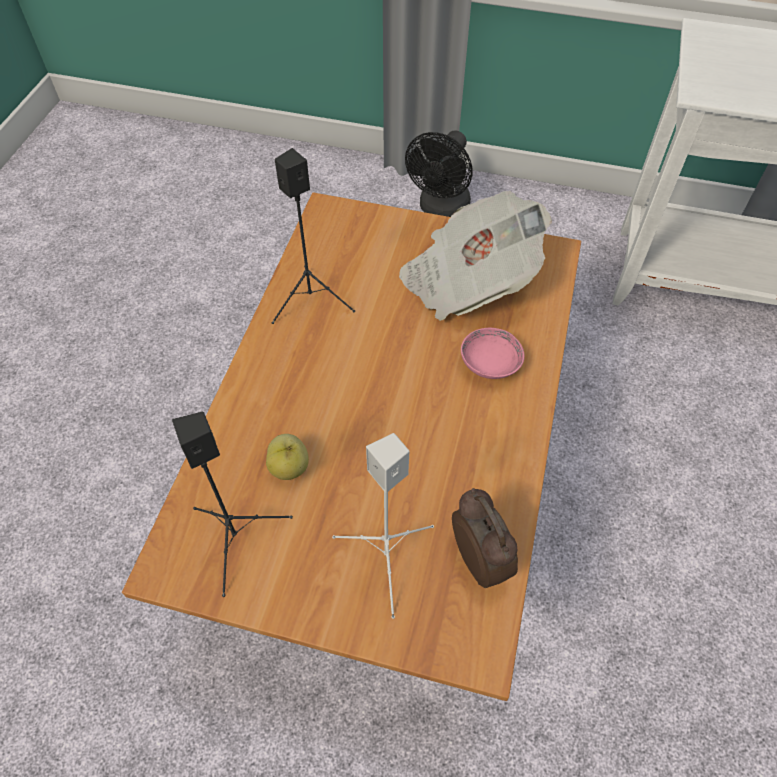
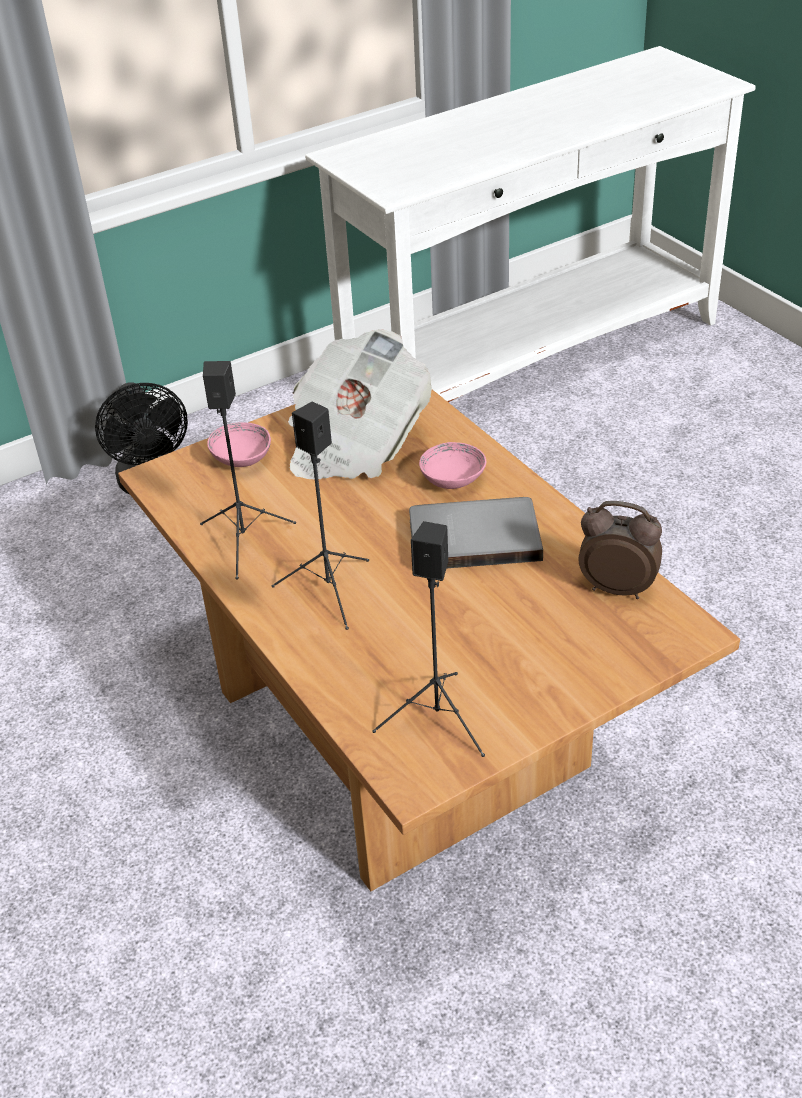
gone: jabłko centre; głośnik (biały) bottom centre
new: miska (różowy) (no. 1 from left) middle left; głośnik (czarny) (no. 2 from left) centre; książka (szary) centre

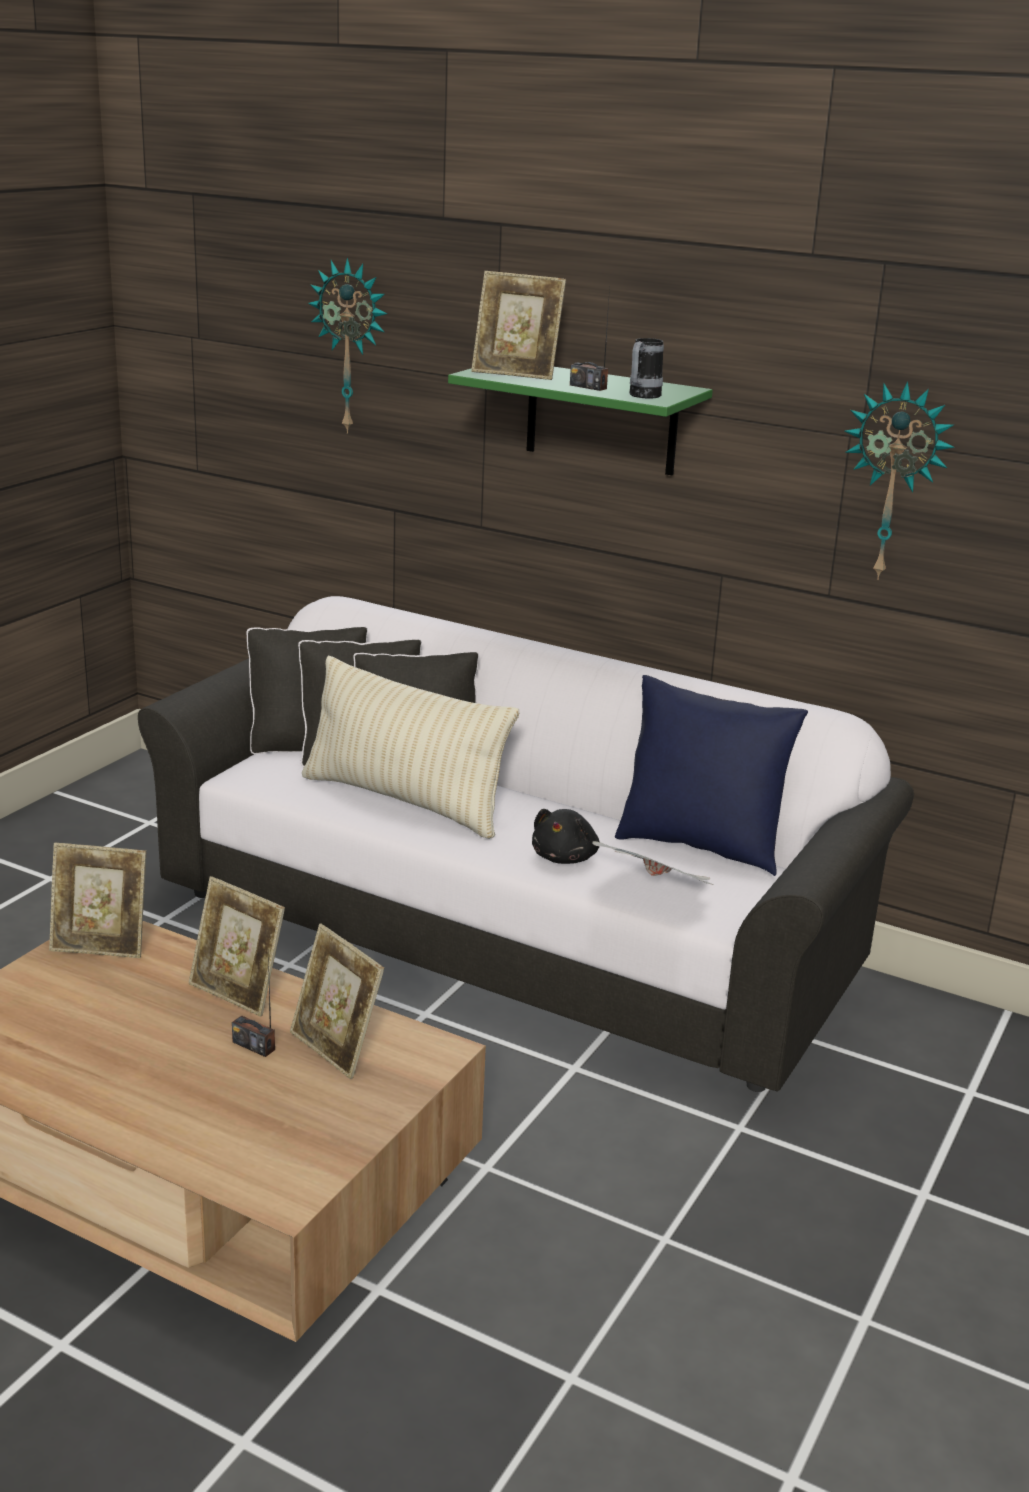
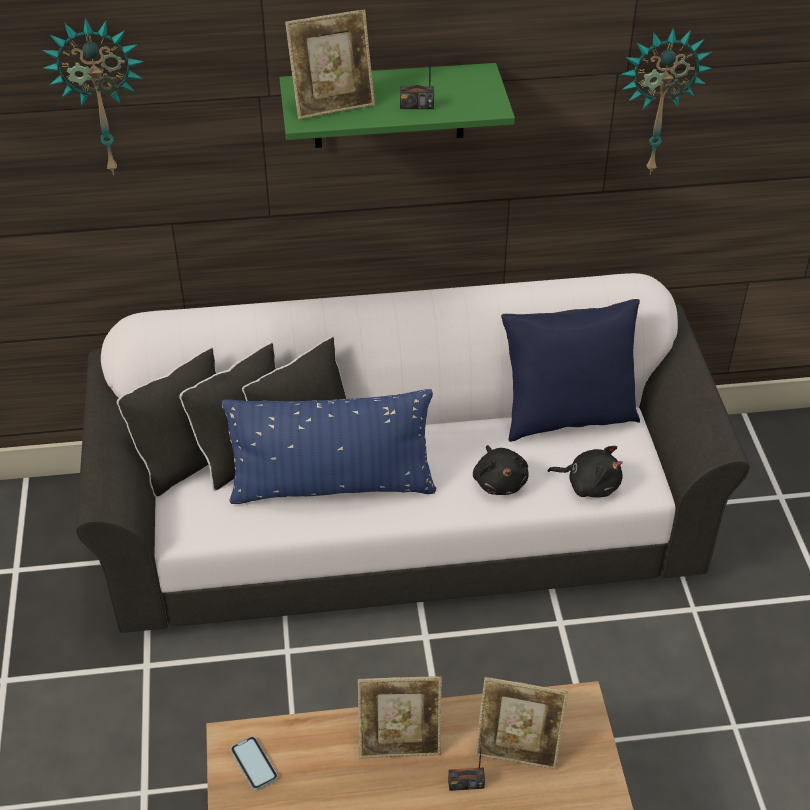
gone: kubek top centre
swapped: ramka na zdjęcie (no. 1 from left) middle left to telefon bottom left; gazeta centre to pluszak (czarny) (no. 2 from left) middle right
repainted: poduszka (beżowy) centre to poduszka (niebieski) (no. 1 from left) centre

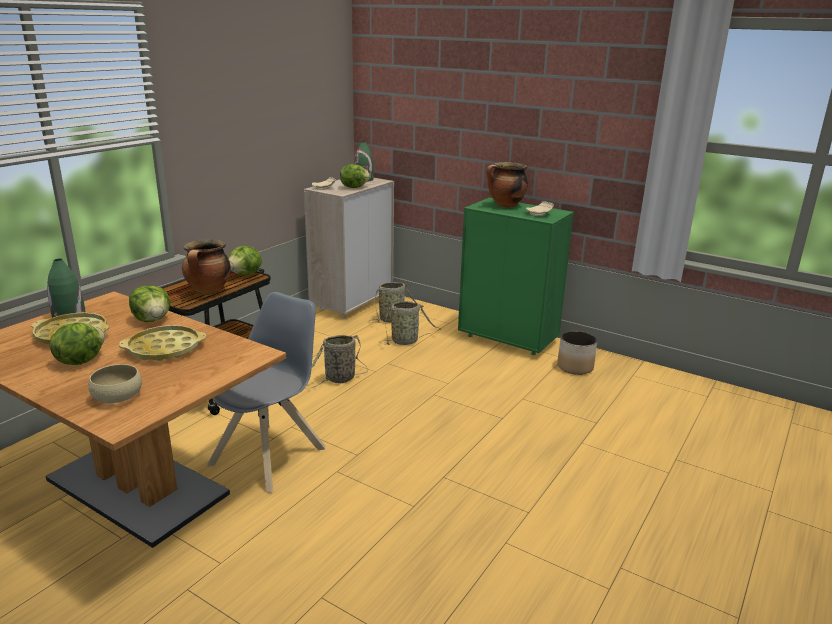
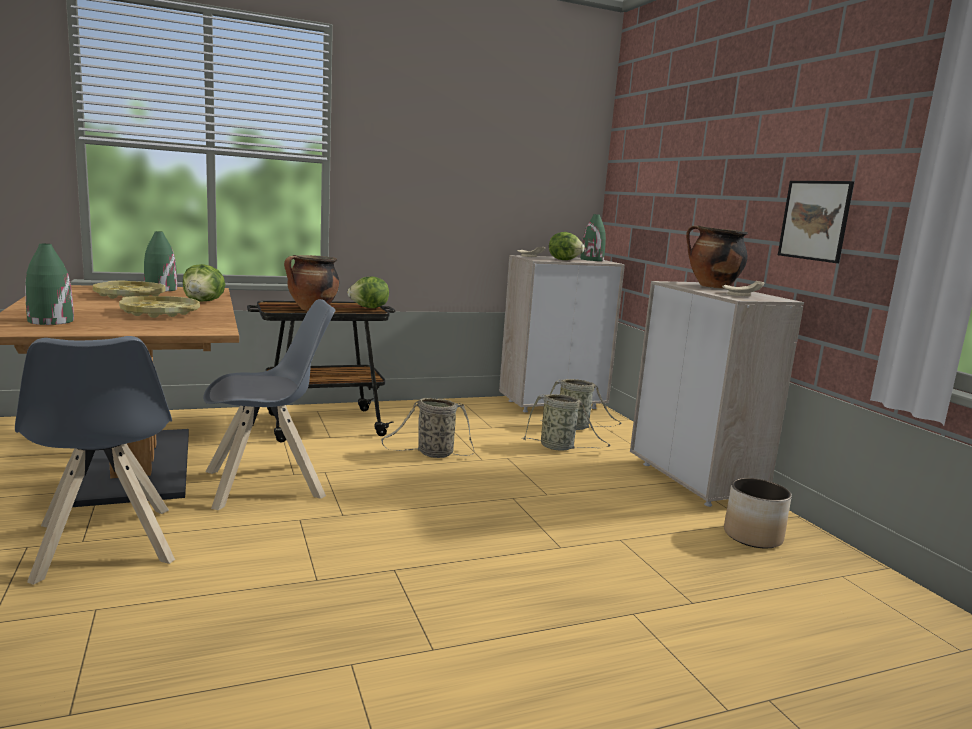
gone: sałata (no. 1 from left) middle left
new: krzesło (szary) (no. 1 from left) middle left; obraz top right
swapped: miska (beżowy) middle left to wazon (zielony) (no. 1 from left) middle left
repainted: szafka (zielony) centre to szafka (beżowy) (no. 2 from left) middle right

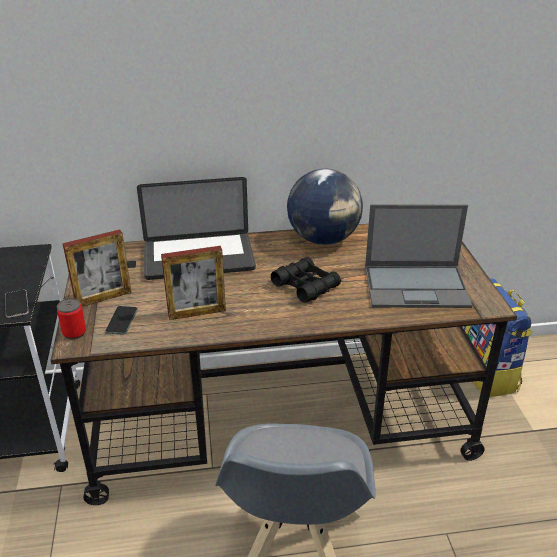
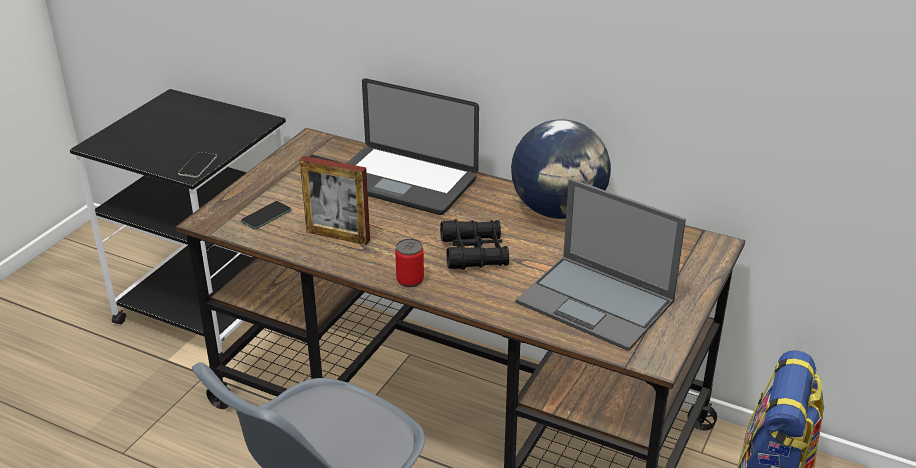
gone: ramka na zdjęcie (no. 1 from left) middle left
shifted: puszka middle left to centre

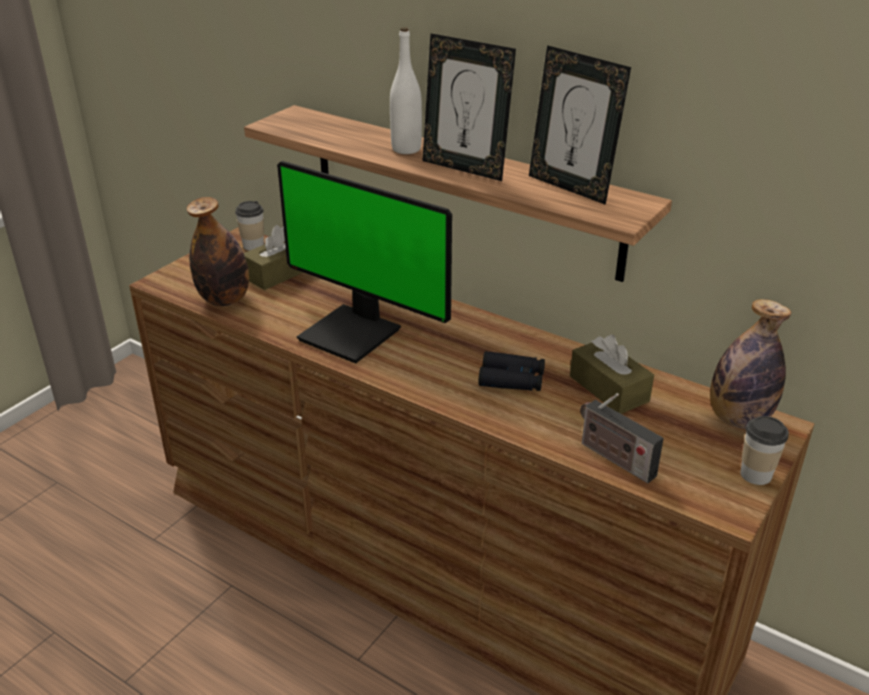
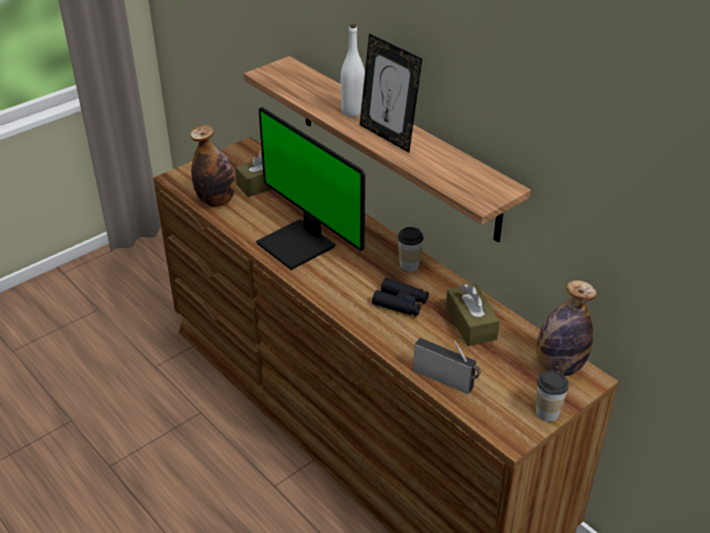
gone: ramka na zdjęcie (no. 2 from left) top right
shifted: filiżanka (no. 1 from left) top left to centre
rotated: radio middle right = bottom centre 150 degrees clockwise

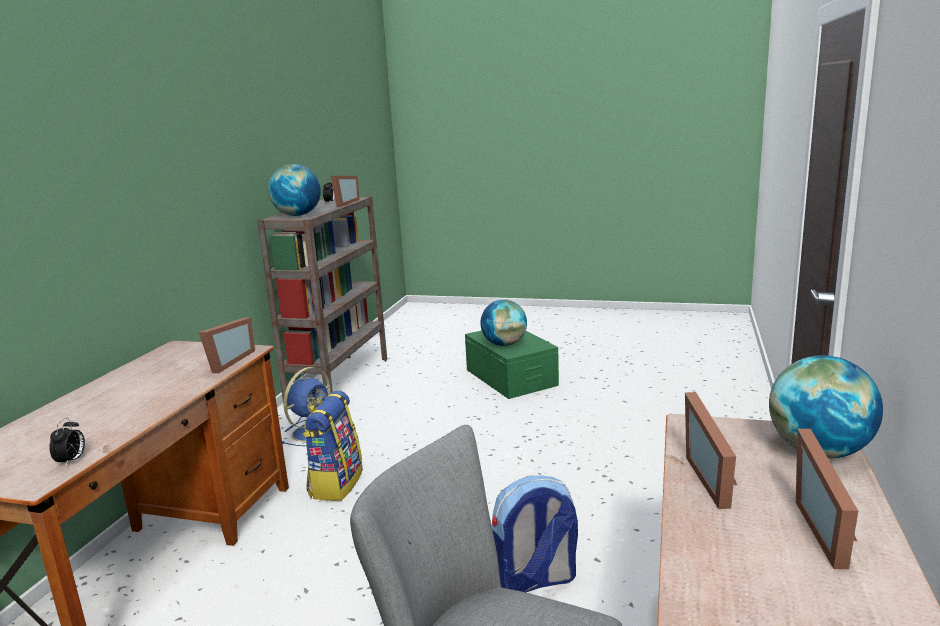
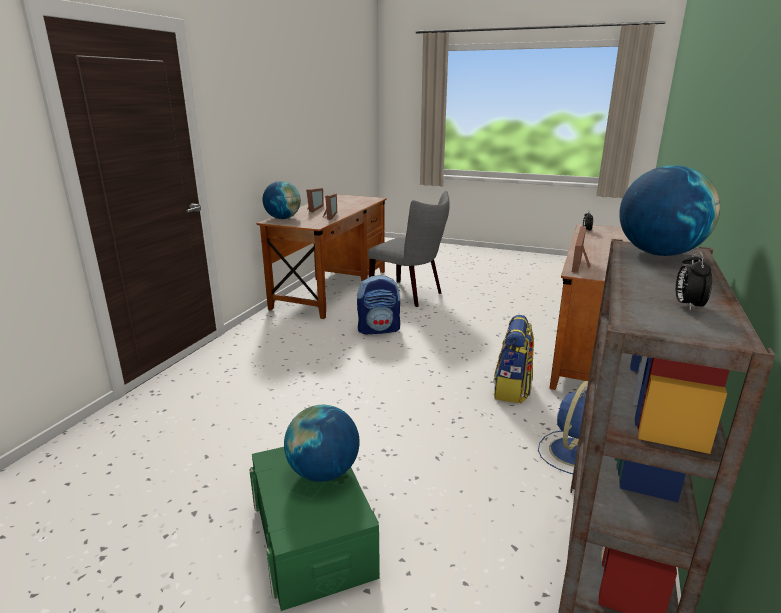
gone: ramka na zdjęcie (no. 2 from left) top centre

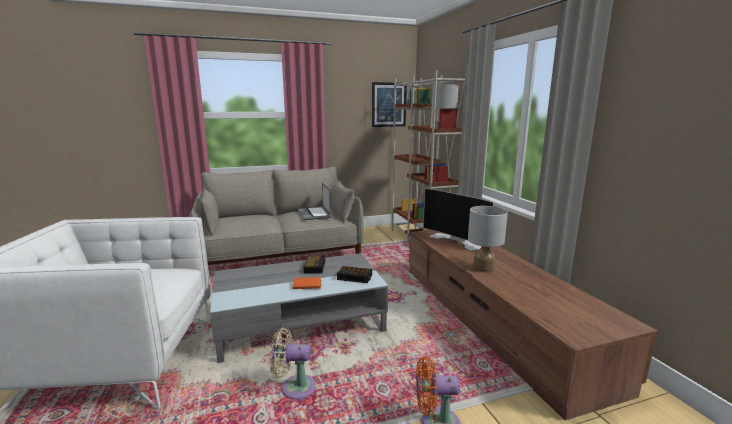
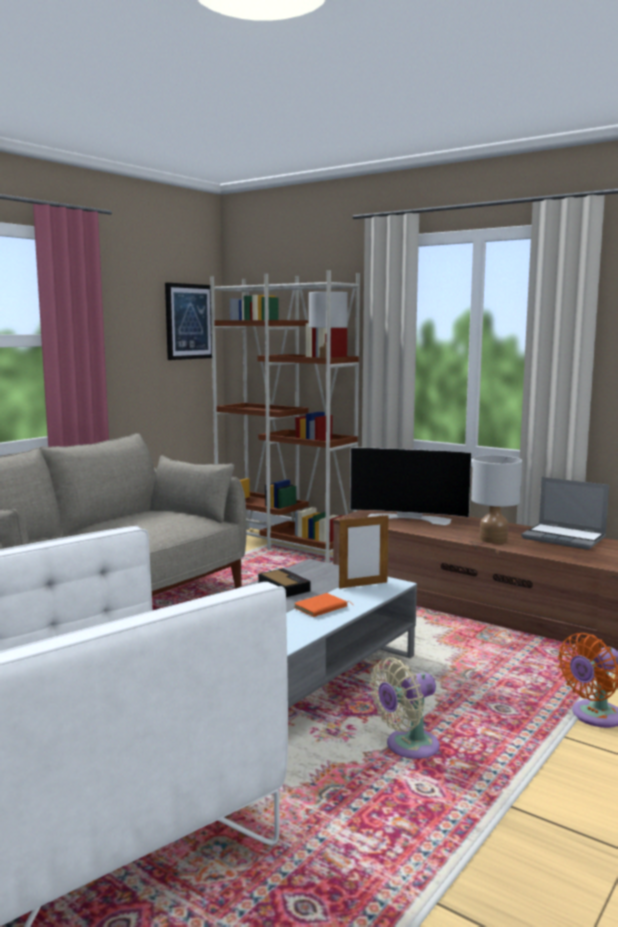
shifted: laptop centre to middle right
swapped: budzik (no. 2 from left) centre to ramka na zdjęcie centre

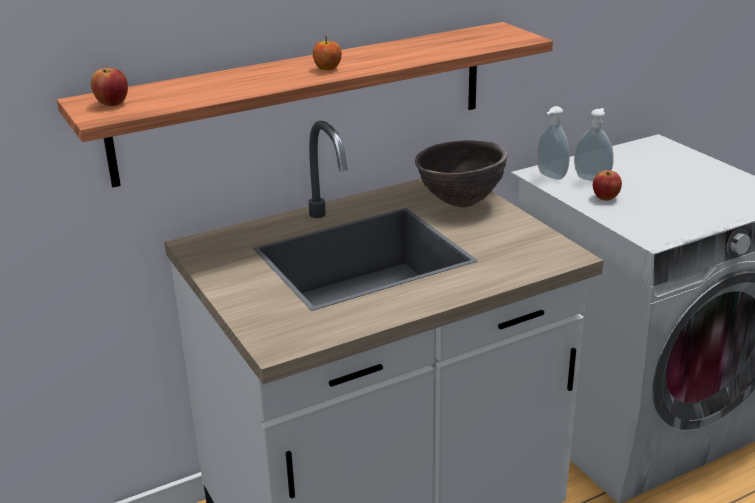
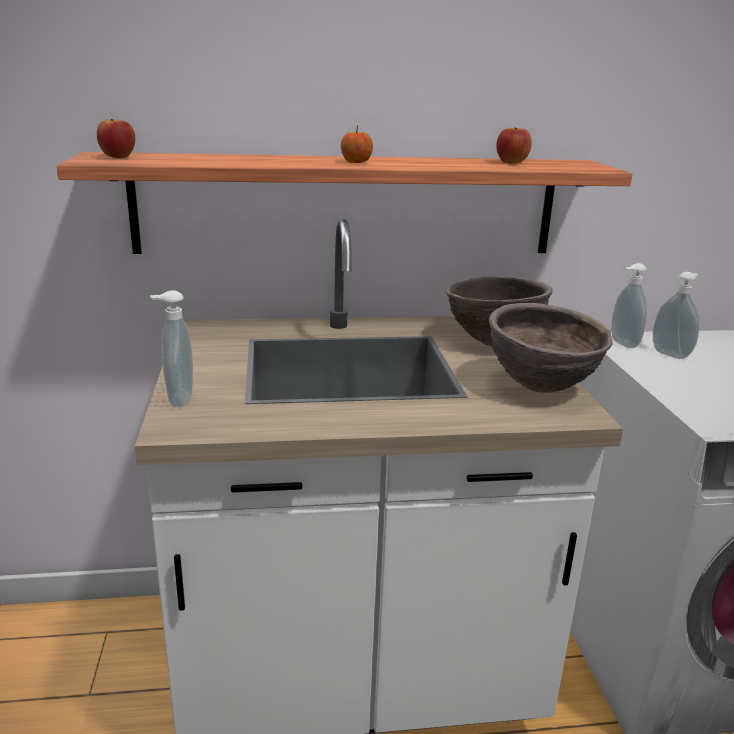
new: dozownik mydła (no. 1 from left) middle left; miska (brązowy) (no. 2 from left) middle right
shifted: jabłko (no. 3 from left) middle right to top right

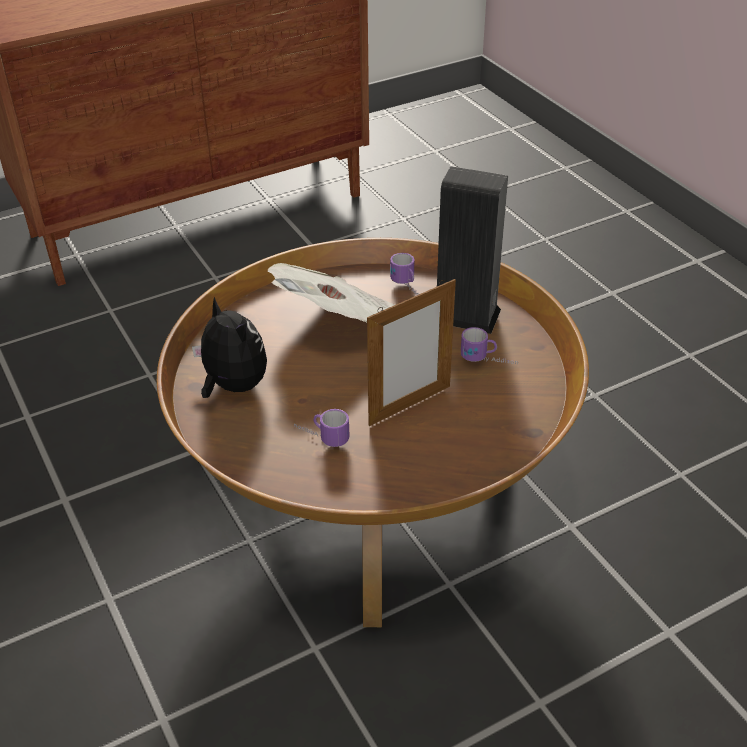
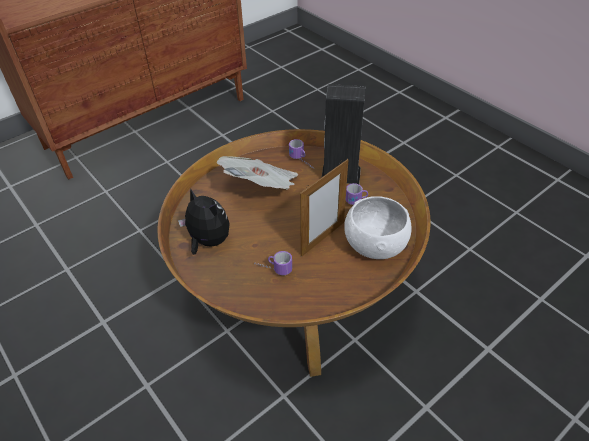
new: miska (biały) centre

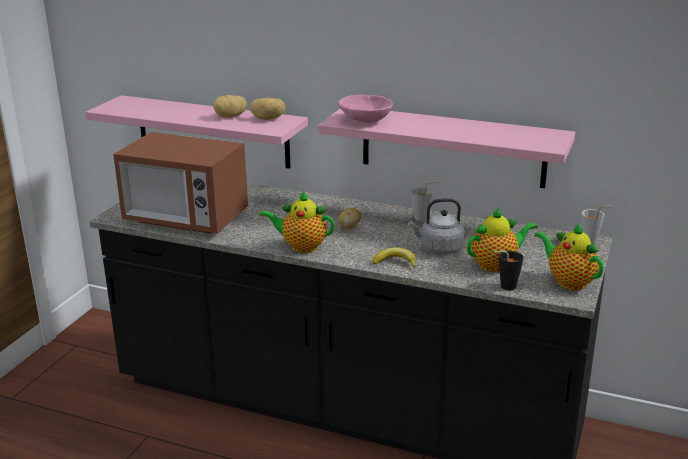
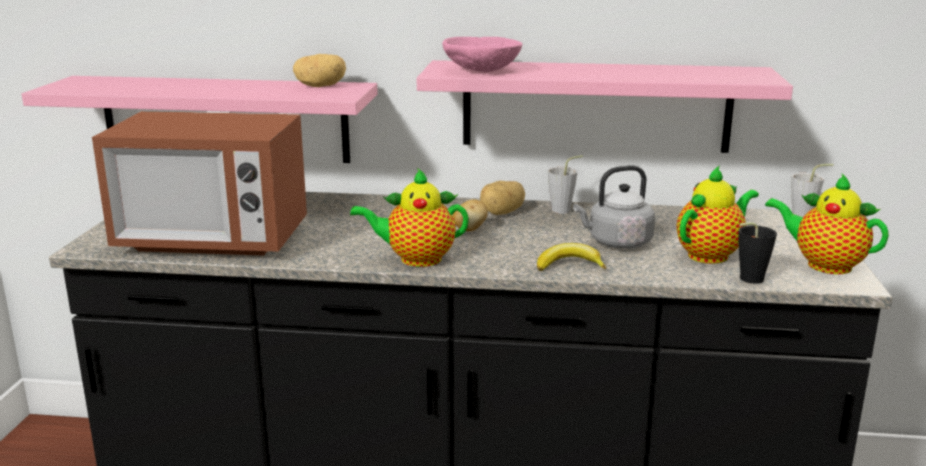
shifted: ziemniak (no. 1 from left in the first image) top centre to ziemniak (no. 3 from left) centre

